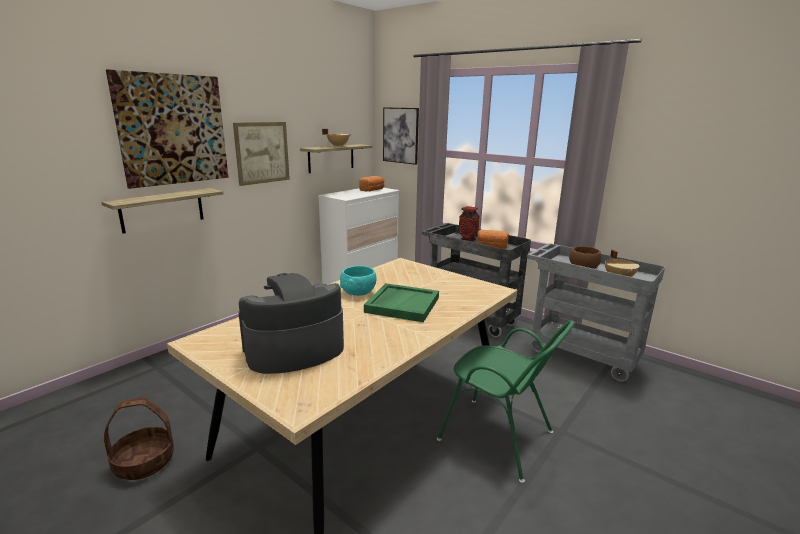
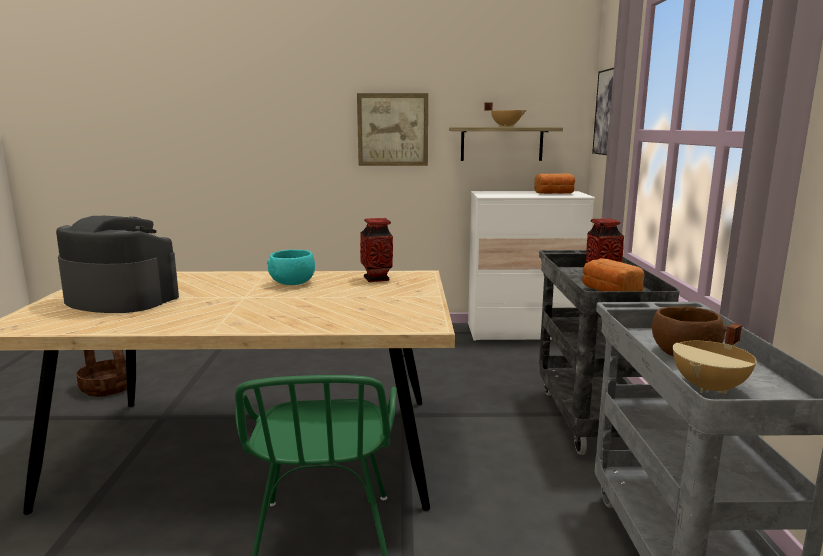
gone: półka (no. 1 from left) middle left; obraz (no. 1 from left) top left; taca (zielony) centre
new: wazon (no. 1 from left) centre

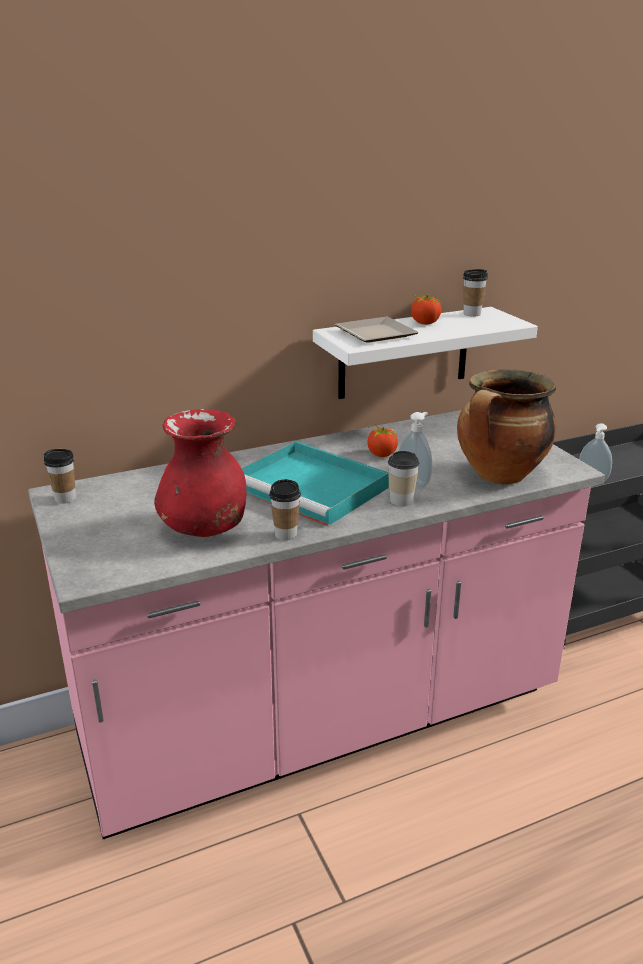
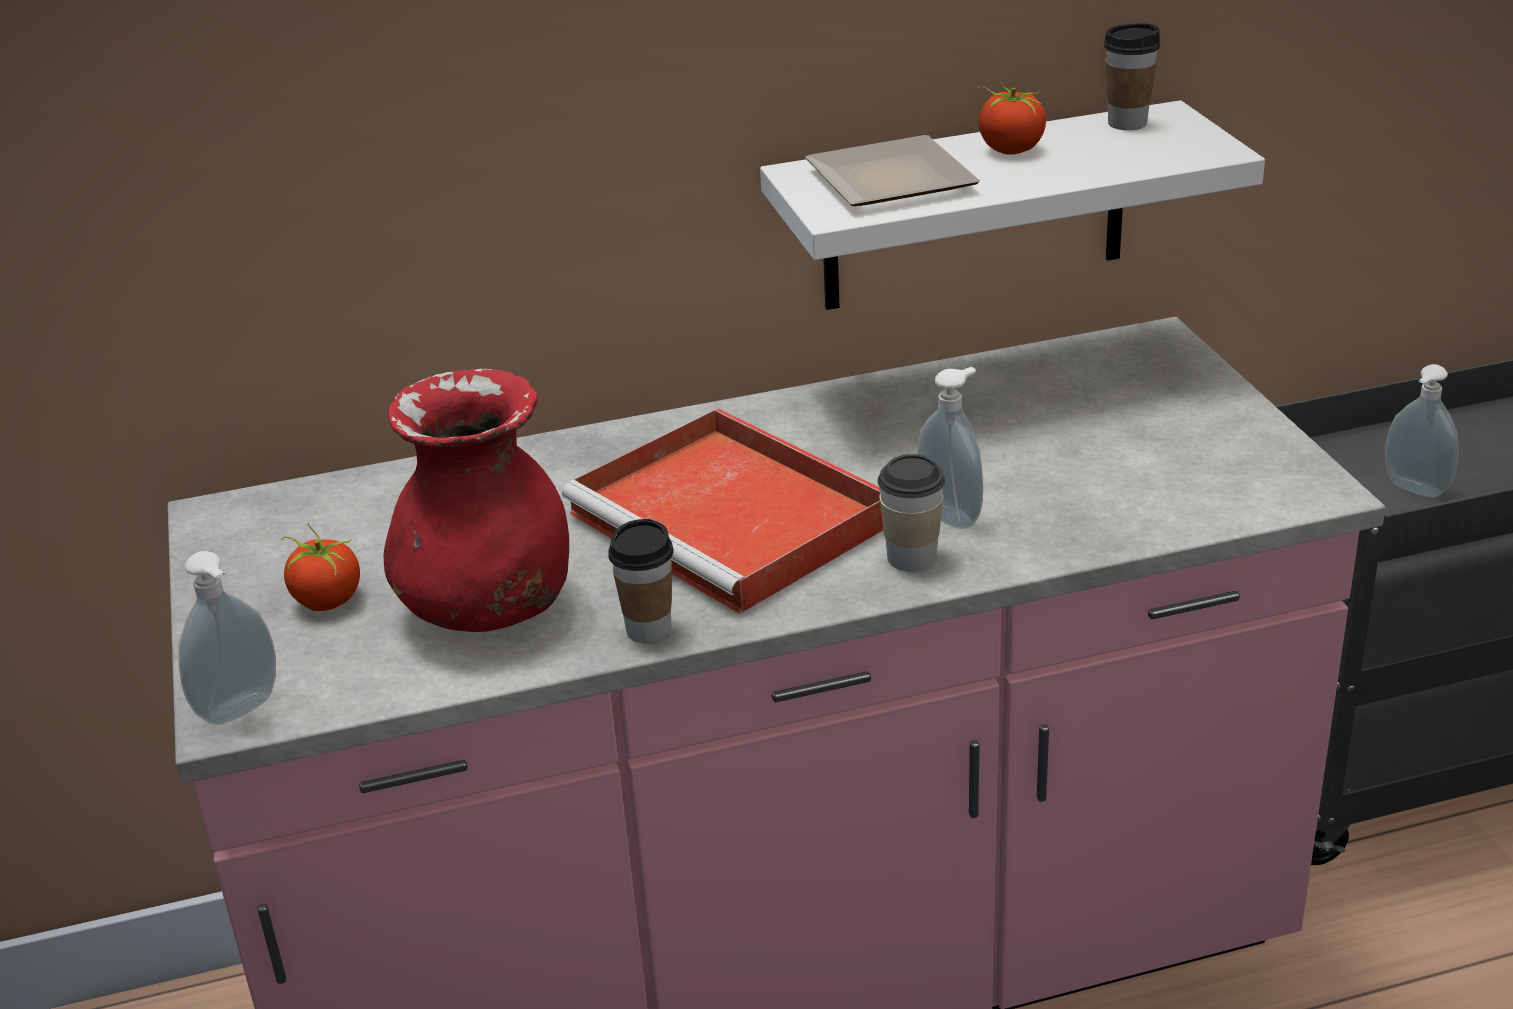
gone: filiżanka (no. 1 from left) middle left; garnek middle right
new: dozownik mydła (no. 1 from left) middle left
shifted: pomidor (no. 1 from left) centre to middle left
repainted: taca (turkusowy) centre to taca (czerwony) centre

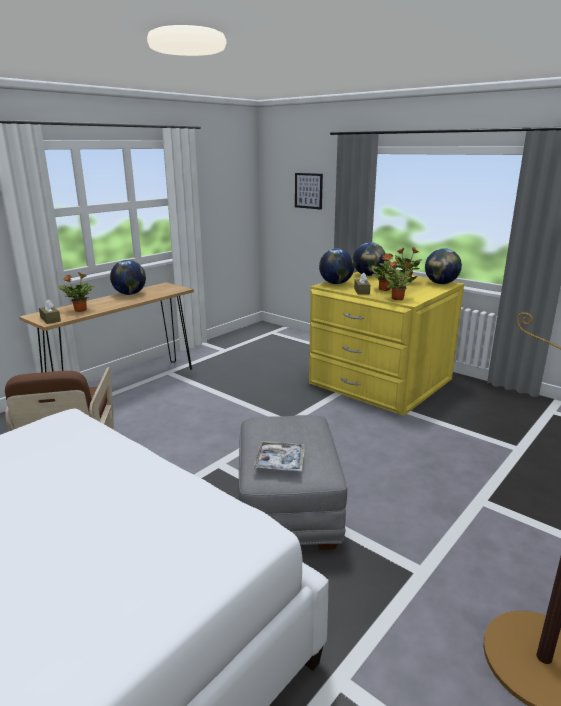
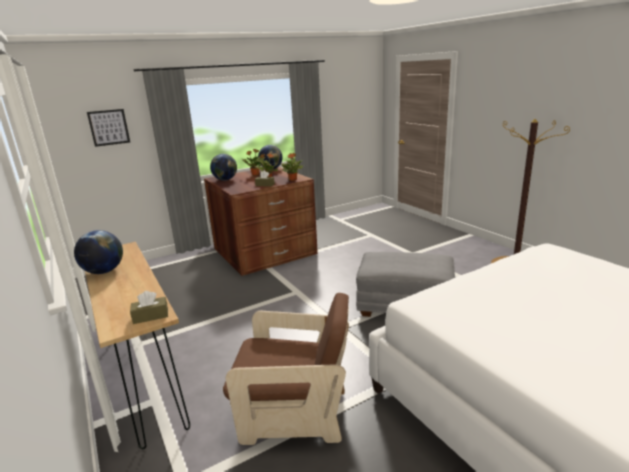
gone: roślina doniczkowa (no. 1 from left) middle left; taca centre; globus (no. 2 from left) centre
repainted: komoda (żółty) middle right to komoda (brązowy) centre

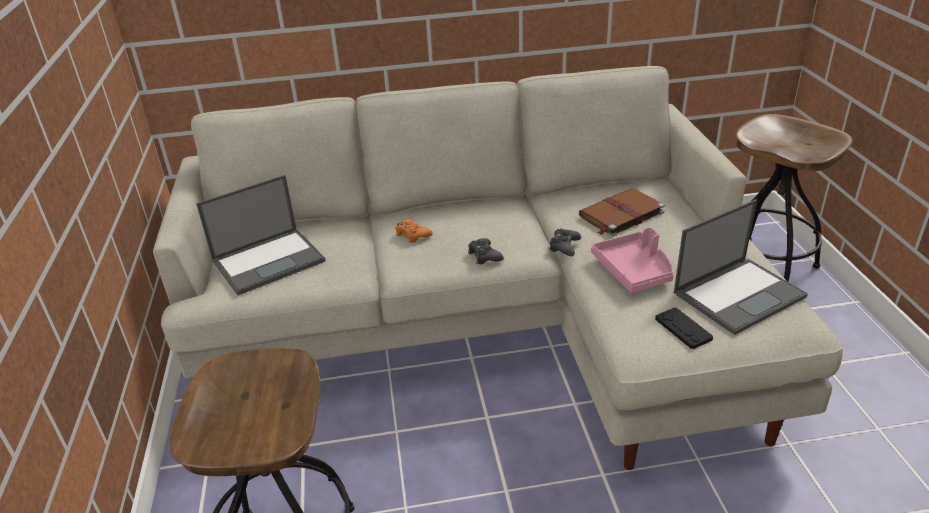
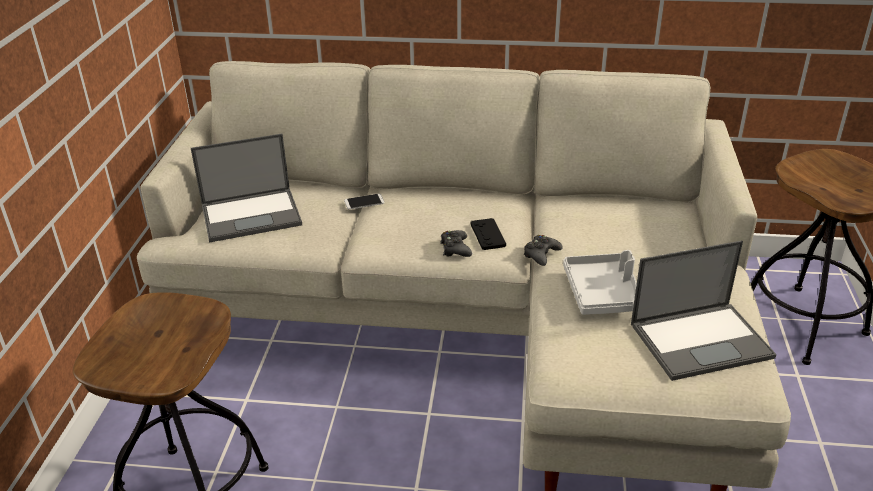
gone: pad do gier (pomarańczowy) centre; książka (brązowy) middle right
new: telefon centre
shifted: pad do gier (czarny) (no. 3 from left in the first image) middle right to pad do gier (czarny) (no. 2 from left) centre
repainted: taca (różowy) middle right to taca (szary) middle right

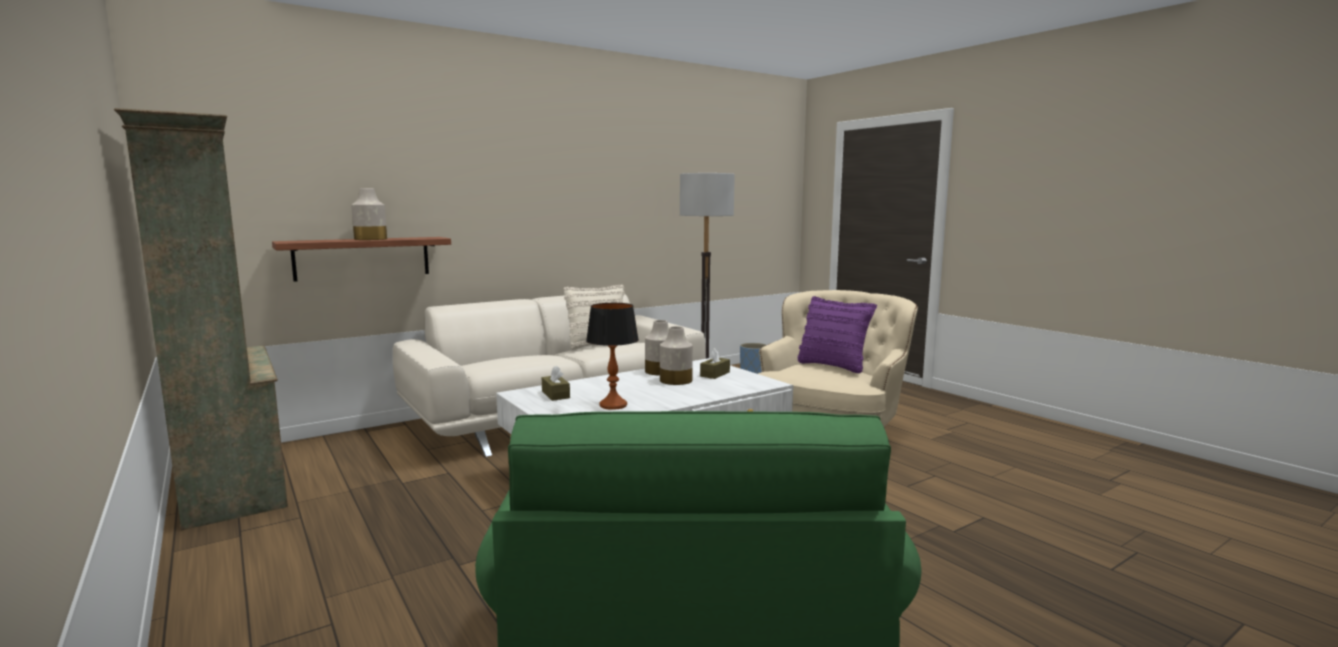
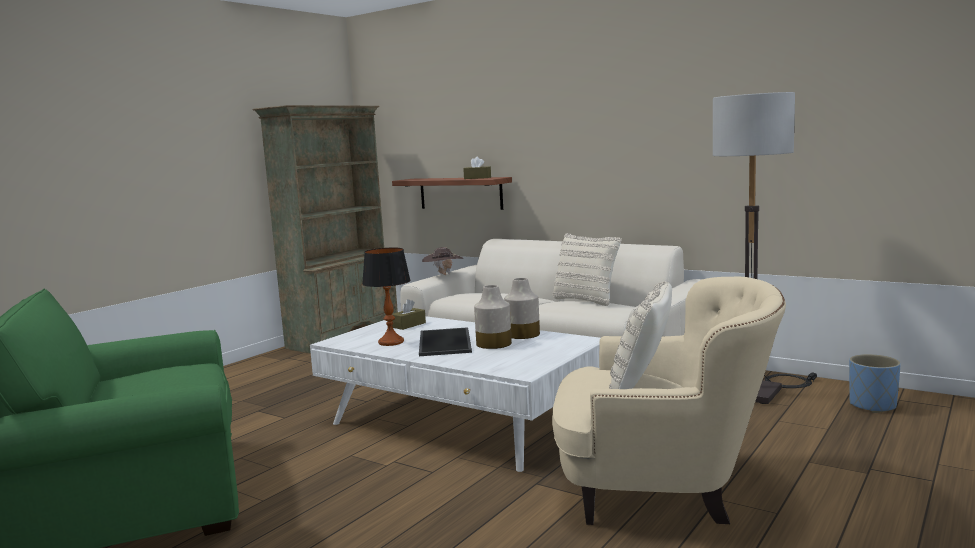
gone: wazon (beżowy) (no. 1 from left) top left
new: taca centre; kapelusz (brązowy) centre
shifted: pudełko chusteczek (brązowy) (no. 2 from left) centre to top centre
repainted: poduszka (fioletowy) centre to poduszka (beżowy) (no. 2 from left) centre

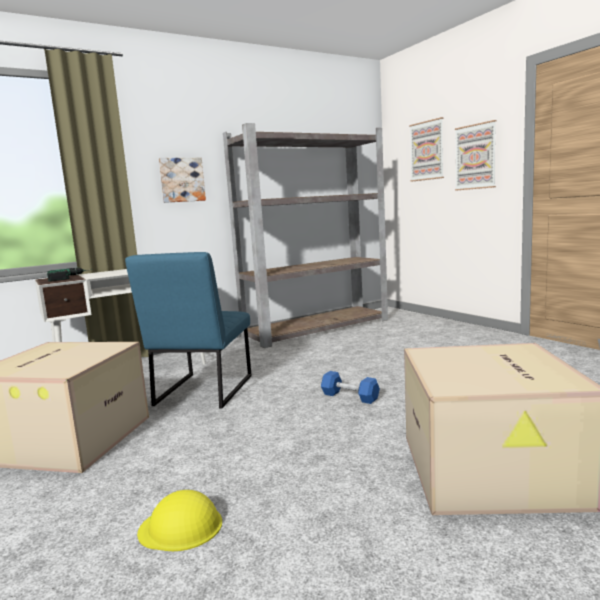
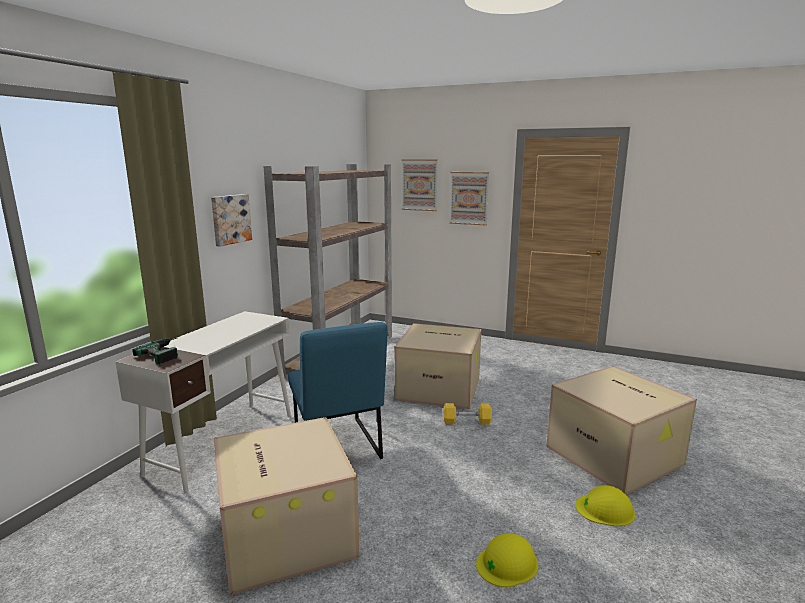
new: karton (no. 2 from left) centre; kask (żółty) (no. 2 from left) bottom right
repainted: hantel (niebieski) centre to hantel (żółty) bottom centre

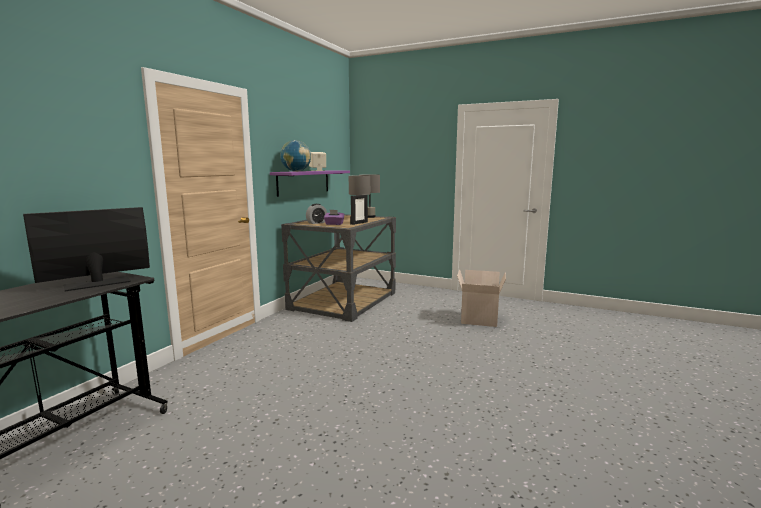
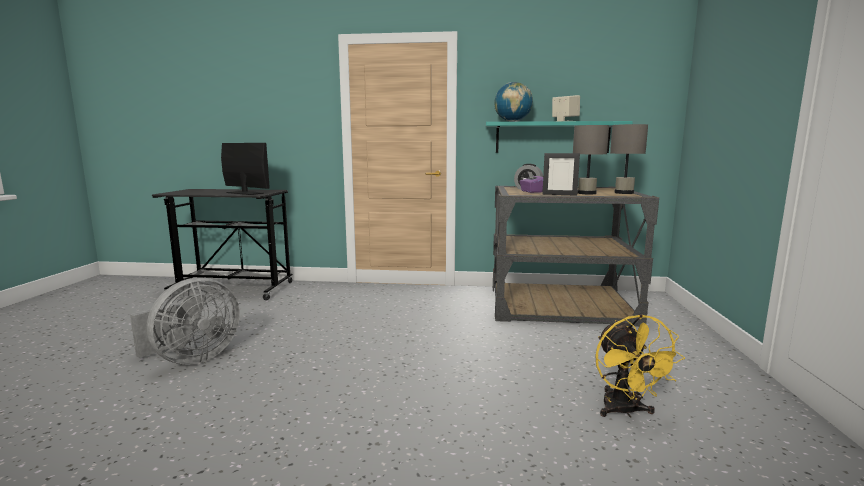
new: wentylator (szary) middle left
swapped: karton centre to wentylator (żółty) bottom right
repainted: półka (fioletowy) centre to półka (turkusowy) top centre

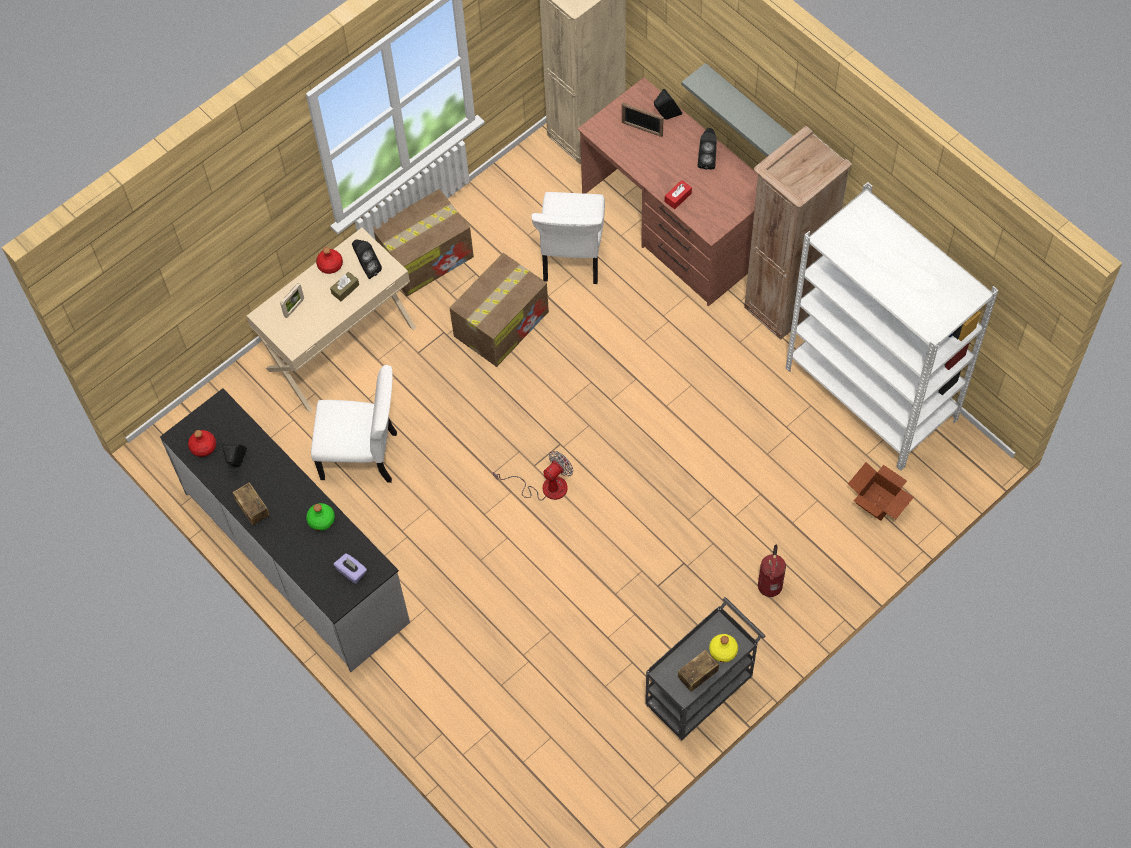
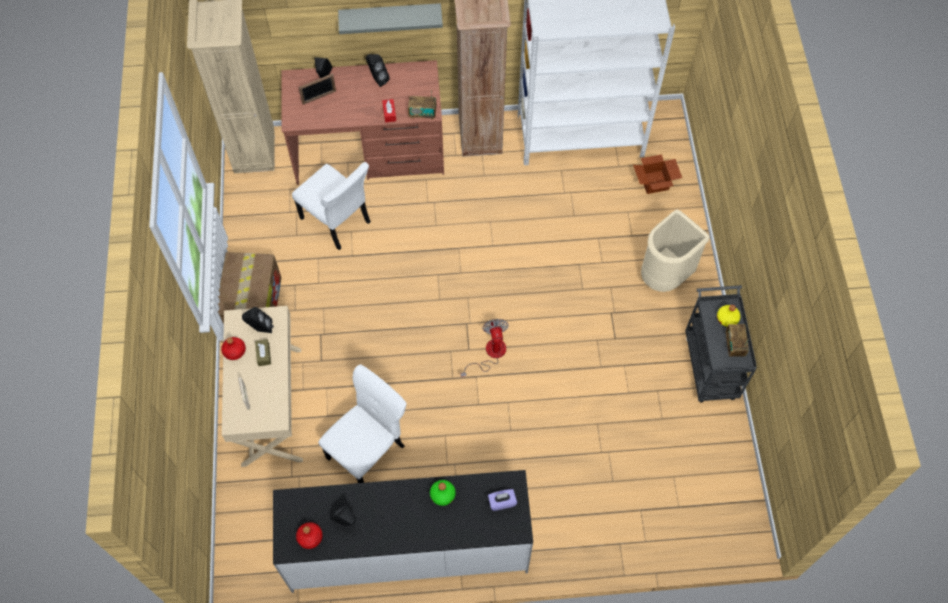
gone: karton (no. 2 from left) centre
shifted: radio (no. 1 from left) middle left to top centre
swapped: gaśnica bottom right to kosz na śmieci (beżowy) middle right

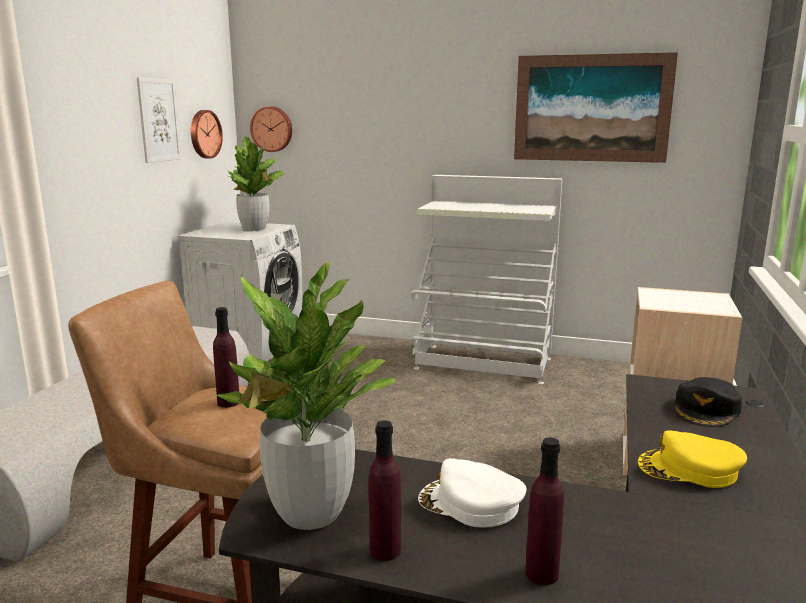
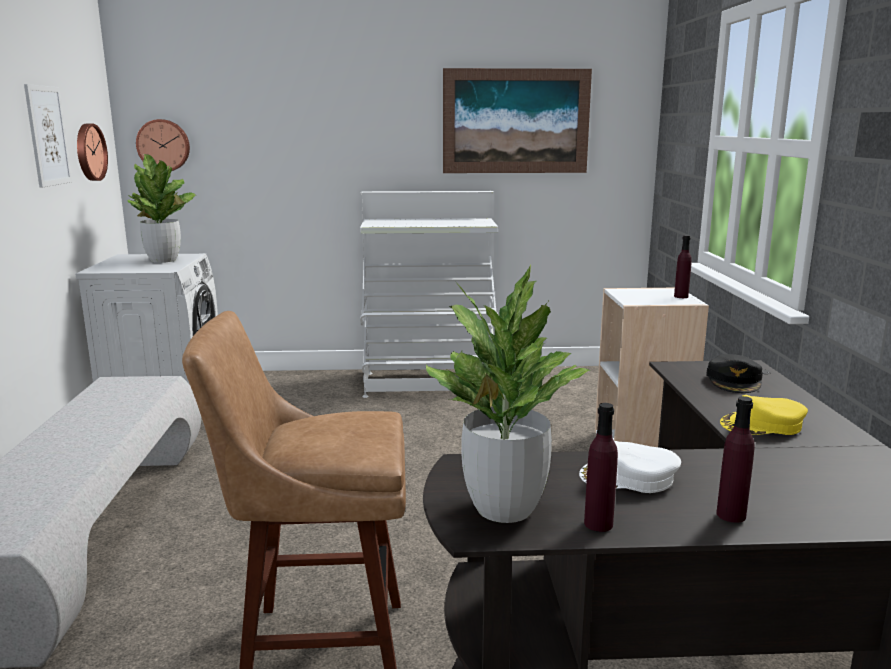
shifted: butelka (fioletowy) (no. 1 from left in the first image) middle left to butelka (fioletowy) (no. 2 from left) middle right

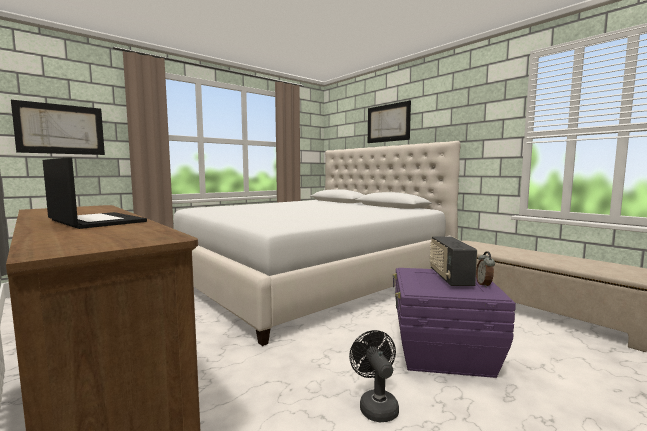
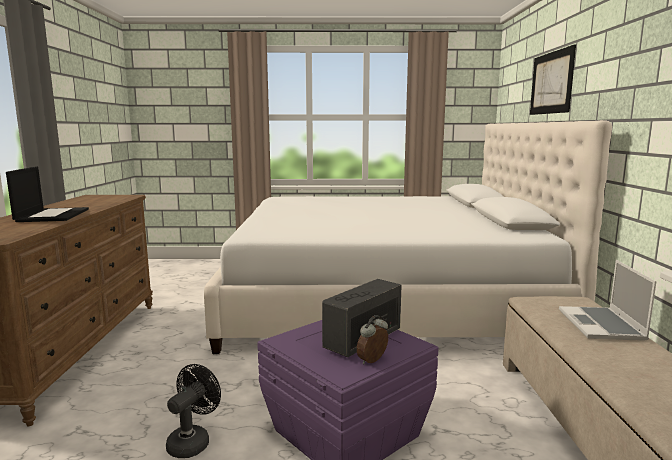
gone: obraz (no. 1 from left) top left
new: laptop (no. 2 from left) middle right

